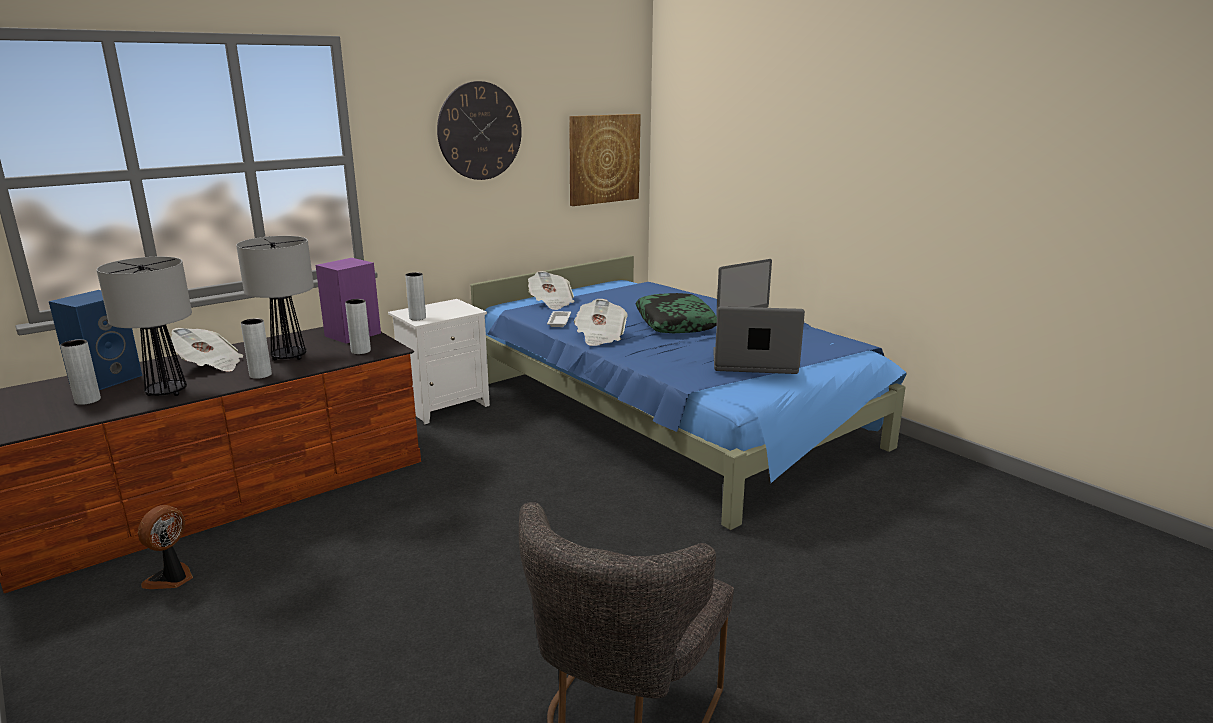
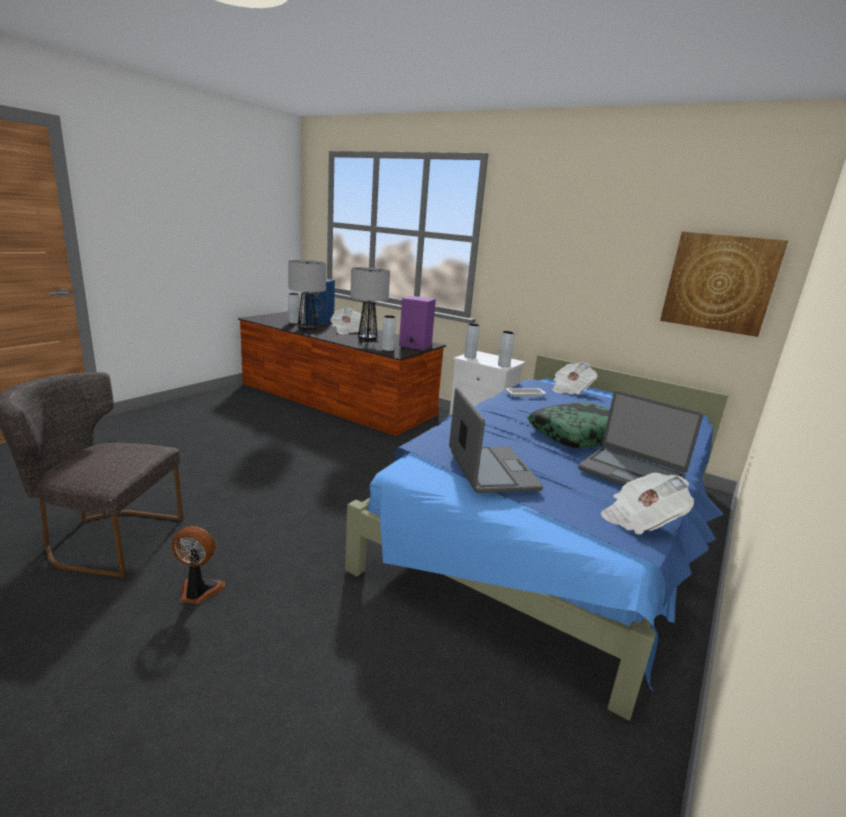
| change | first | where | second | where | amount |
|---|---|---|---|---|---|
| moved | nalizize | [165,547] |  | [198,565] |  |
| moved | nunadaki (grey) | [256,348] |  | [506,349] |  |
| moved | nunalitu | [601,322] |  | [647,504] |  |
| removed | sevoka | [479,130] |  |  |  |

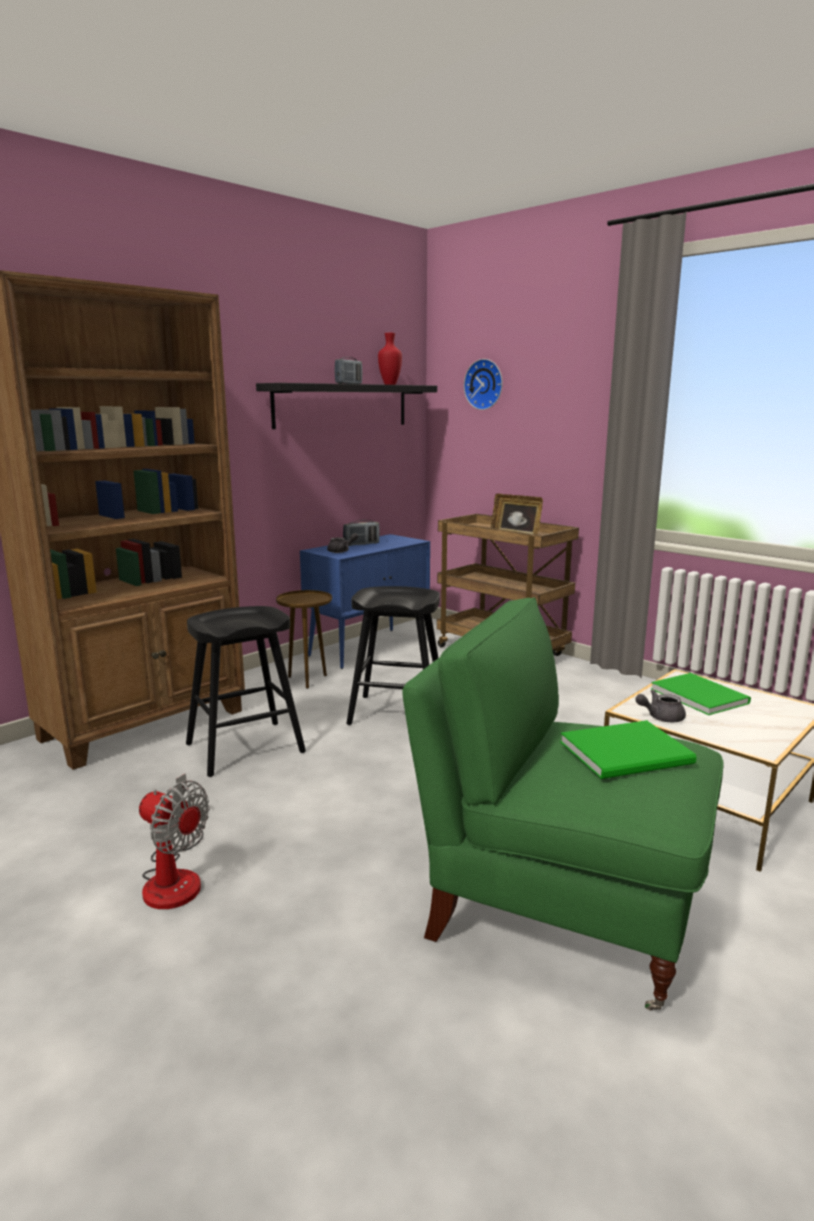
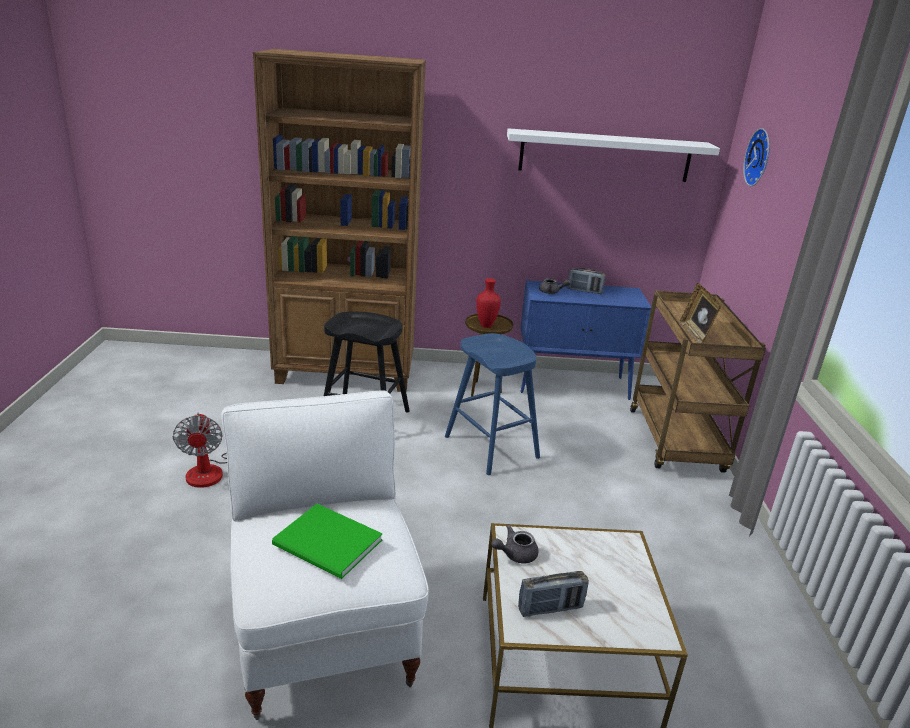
| change | first | where | second | where | amount |
|---|---|---|---|---|---|
| recoloured | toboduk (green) | [563,804] | toboduk (white) | [325,555] |  |
| recoloured | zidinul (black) | [393,655] | zidinul (blue) | [492,404] |  |
| moved | nunadaki (red) | [390,359] |  | [488,303] |  |
| turned | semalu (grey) | [660,706] |  | [514,544] | 60 degrees counterclockwise |
| recoloured | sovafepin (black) | [346,406] | sovafepin (white) | [613,155] |  |
| moved | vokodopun | [348,370] |  | [553,594] |  |
| removed | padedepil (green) | [701,694] |  |  |  |

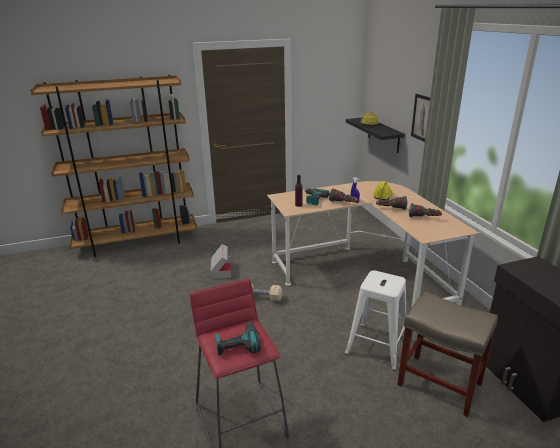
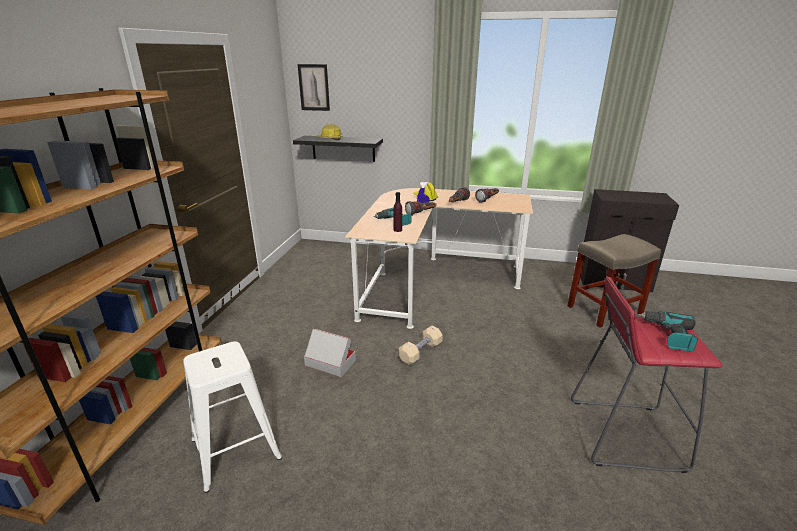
| change | first | where | second | where | amount |
|---|---|---|---|---|---|
| moved | zidinul (white) | [376,320] |  | [232,417] |  |
| moved | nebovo | [420,118] |  | [314,87] |  |

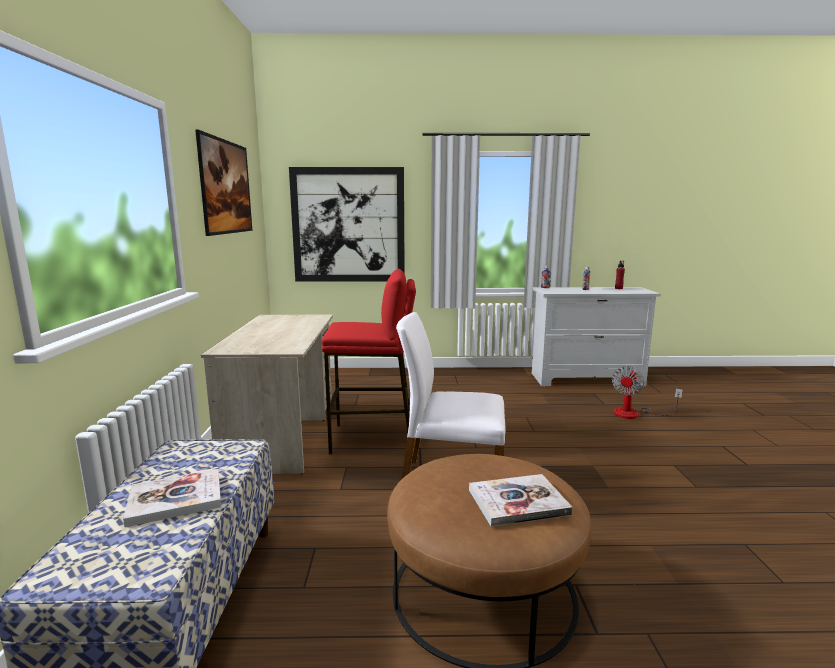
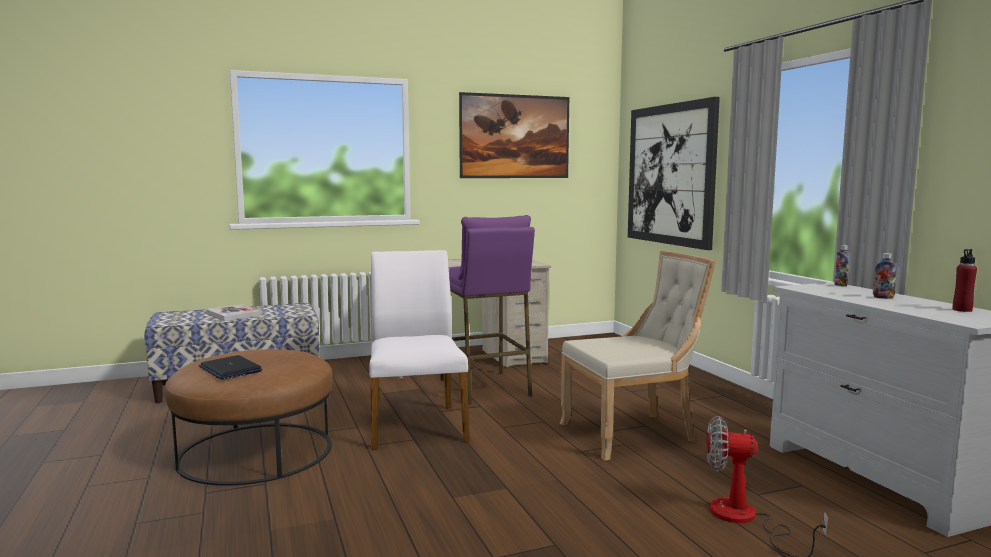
| change | first | where | second | where | amount |
|---|---|---|---|---|---|
| replaced | padedepil | [521,500] | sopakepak | [230,367] |  |
| recoloured | zidinul (red) | [369,361] | zidinul (purple) | [487,310] |  |
| added |  |  | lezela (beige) | [638,356] |  |

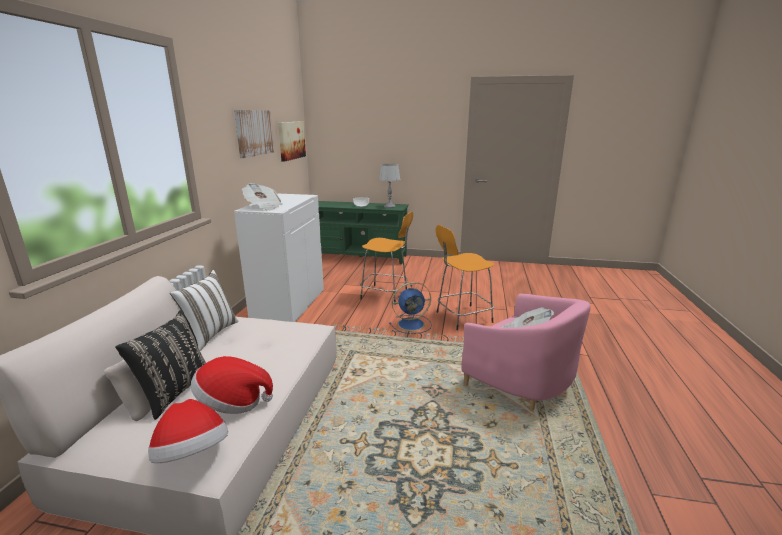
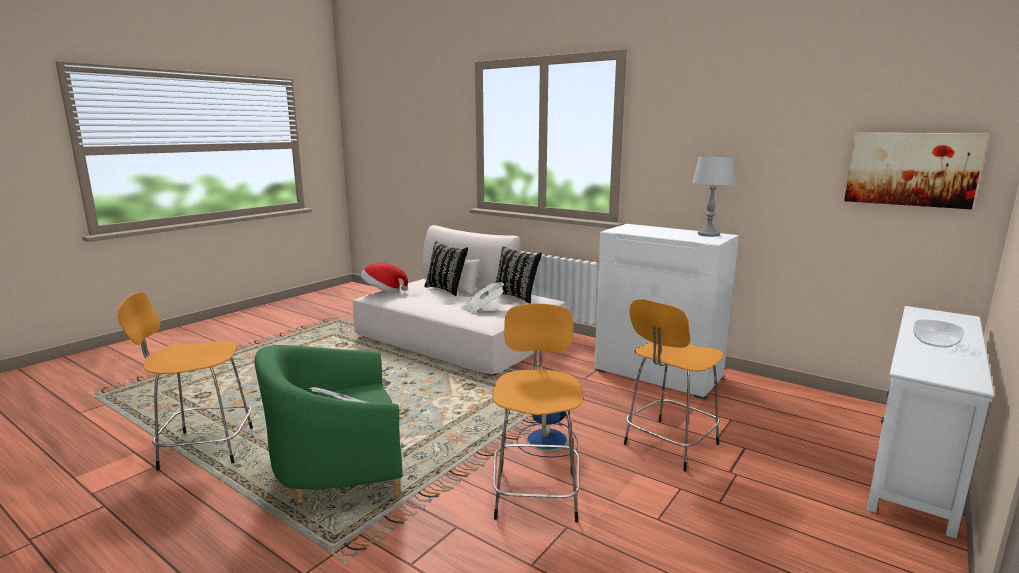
| change | first | where | second | where | amount |
|---|---|---|---|---|---|
| added |  |  | zidinul (orange) | [185,381] |  |
| recoloured | toboduk (pink) | [526,352] | toboduk (green) | [328,424] |  |
| moved | nunalitu | [262,197] |  | [482,297] |  |
| recoloured | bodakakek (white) | [204,310] | bodakakek (black) | [519,274] |  |
| moved | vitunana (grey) | [389,186] |  | [713,196] |  |
| recoloured | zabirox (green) | [363,232] | zabirox (white) | [930,422] |  |
| removed | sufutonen | [232,385] |  |  |  |
| removed | nebovo | [254,134] |  |  |  |

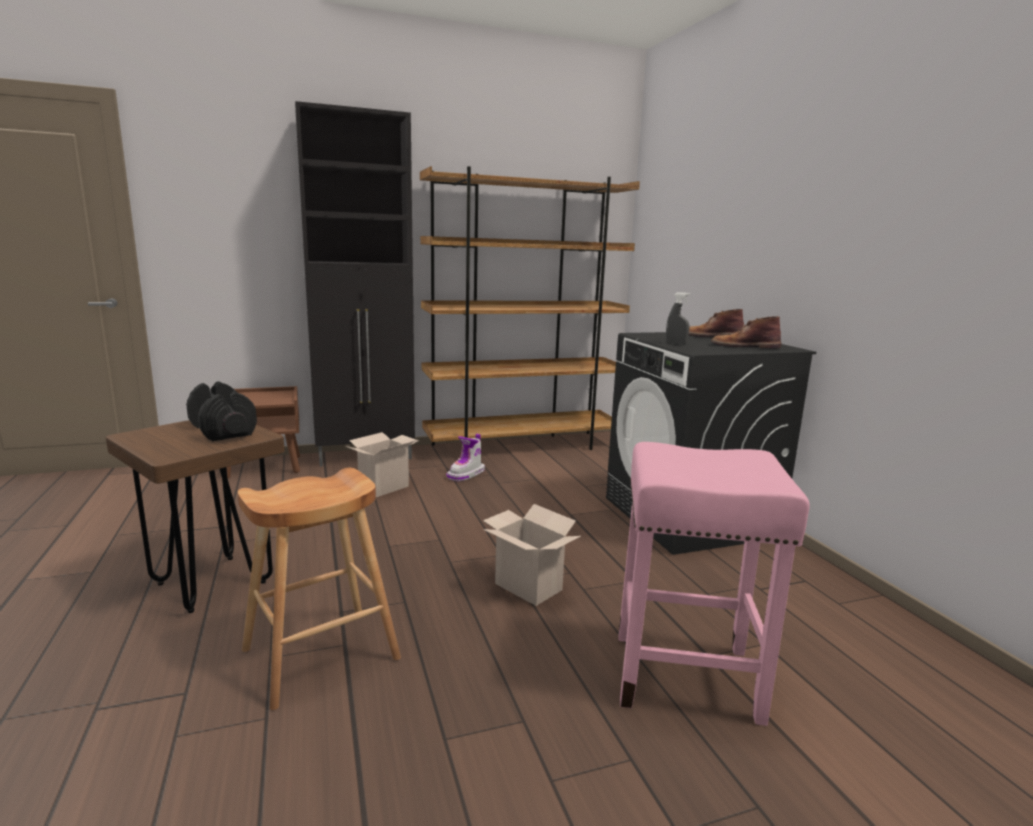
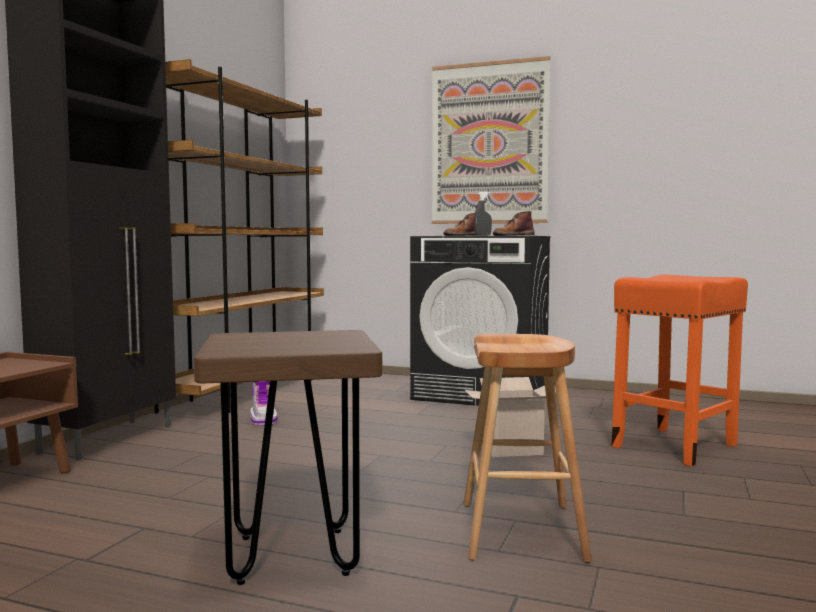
| change | first | where | second | where | amount |
|---|---|---|---|---|---|
| added |  |  | nebovo | [491,140] |  |
| recoloured | zidinul (pink) | [714,584] | zidinul (orange) | [679,370] |  |
| removed | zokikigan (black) | [221,411] |  |  |  |
| removed | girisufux | [382,464] |  |  |  |

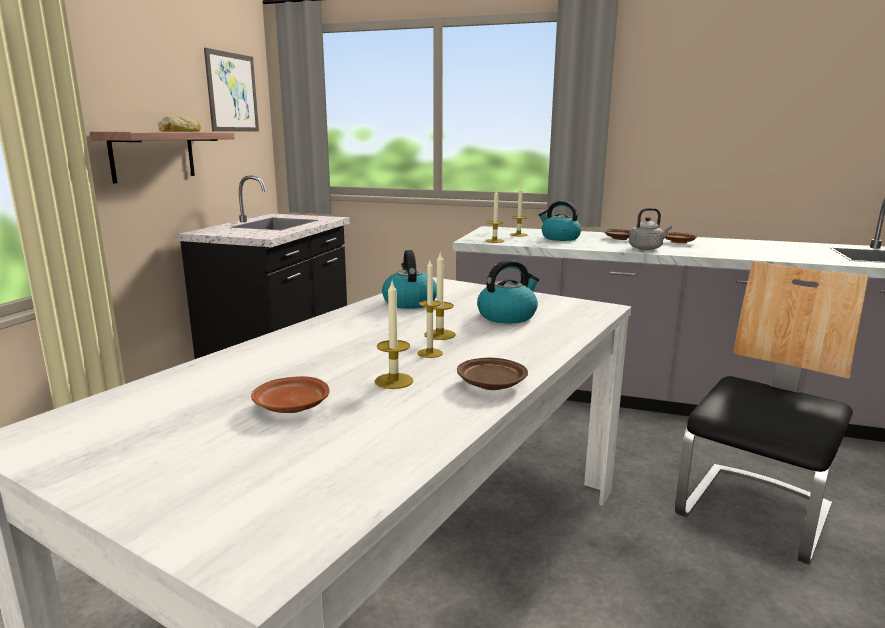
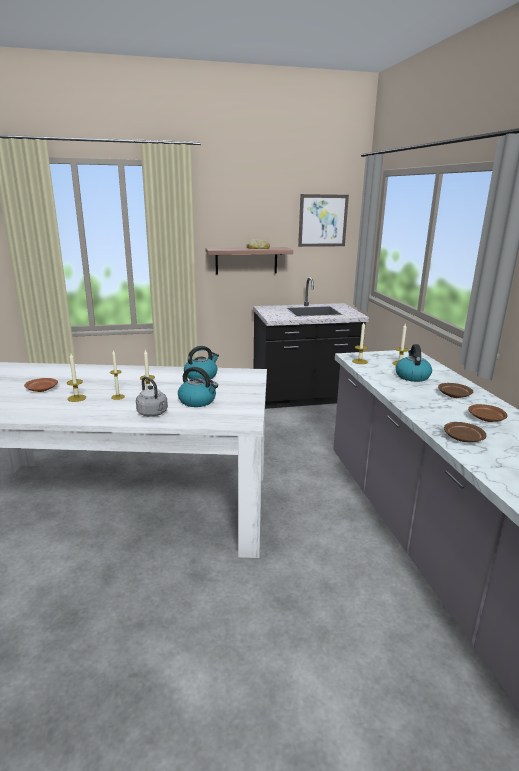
| change | first | where | second | where | amount |
|---|---|---|---|---|---|
| moved | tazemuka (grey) | [650,229] |  | [152,396] |  |
| moved | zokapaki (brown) | [492,374] |  | [465,432] |  |
| removed | lezela | [772,413] |  |  |  |

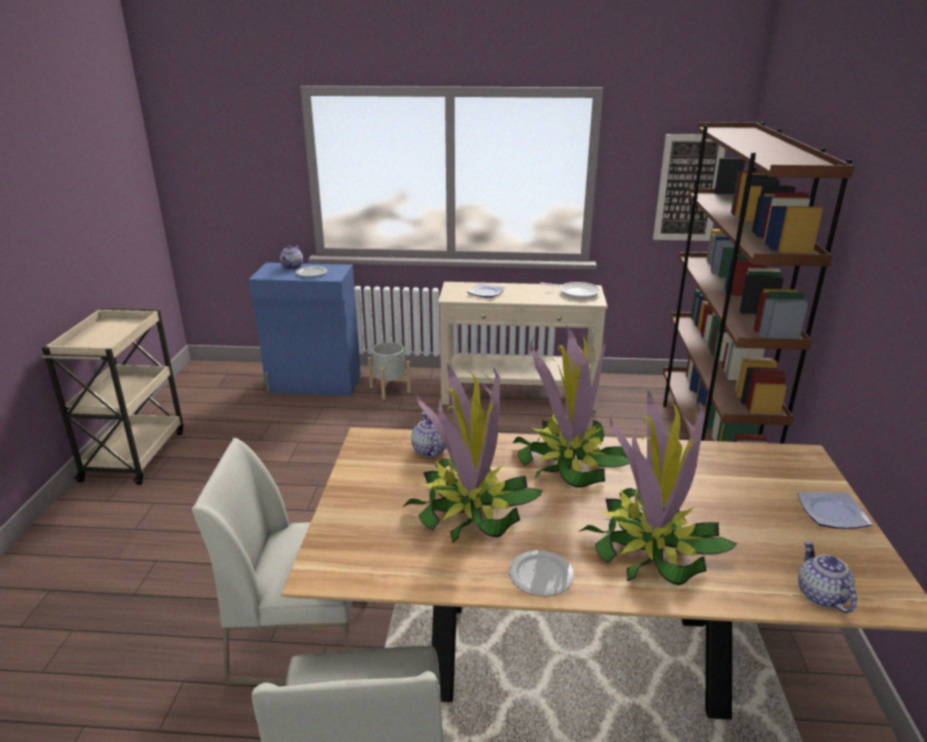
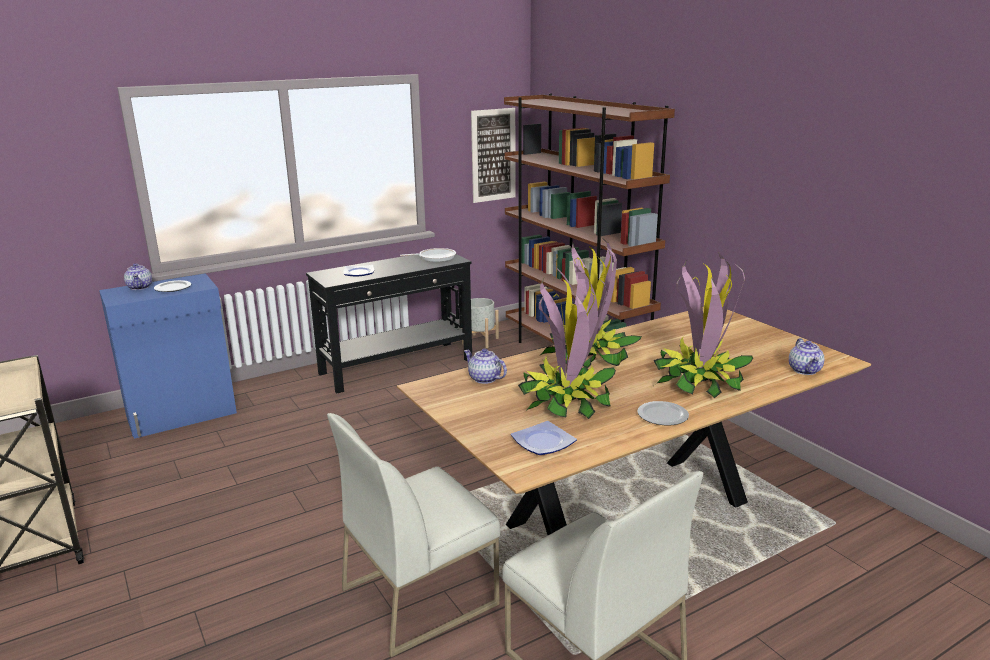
| change | first | where | second | where | amount |
|---|---|---|---|---|---|
| recoloured | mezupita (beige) | [523,346] | mezupita (black) | [389,323] |  |
| moved | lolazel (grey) | [389,371] |  | [480,323] |  |
| moved | zokapaki | [835,510] |  | [544,438] |  |
| turned | semalu | [827,577] |  | [806,356] | 135 degrees counterclockwise |

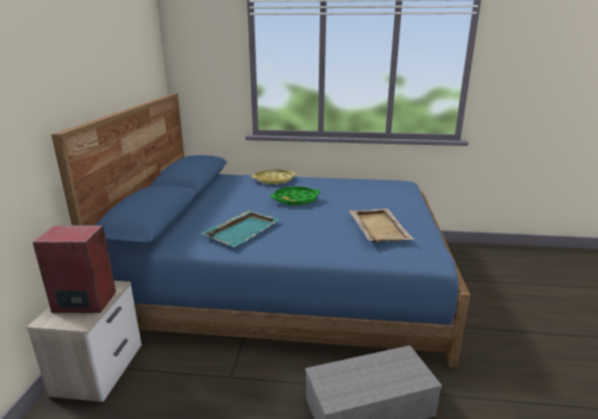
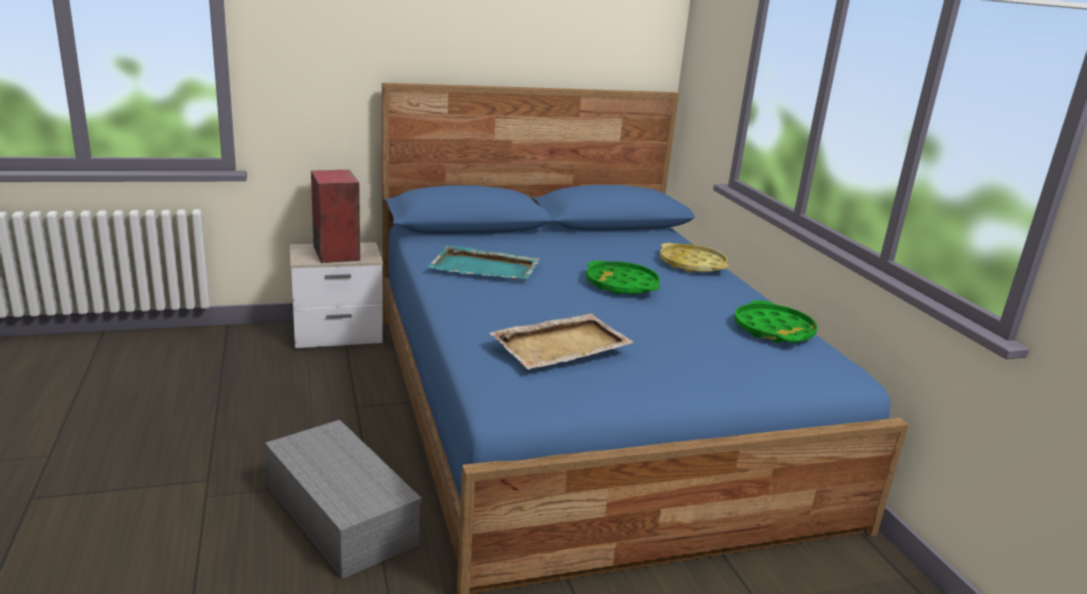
| change | first | where | second | where | amount |
|---|---|---|---|---|---|
| added |  |  | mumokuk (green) | [775,321] |  |

